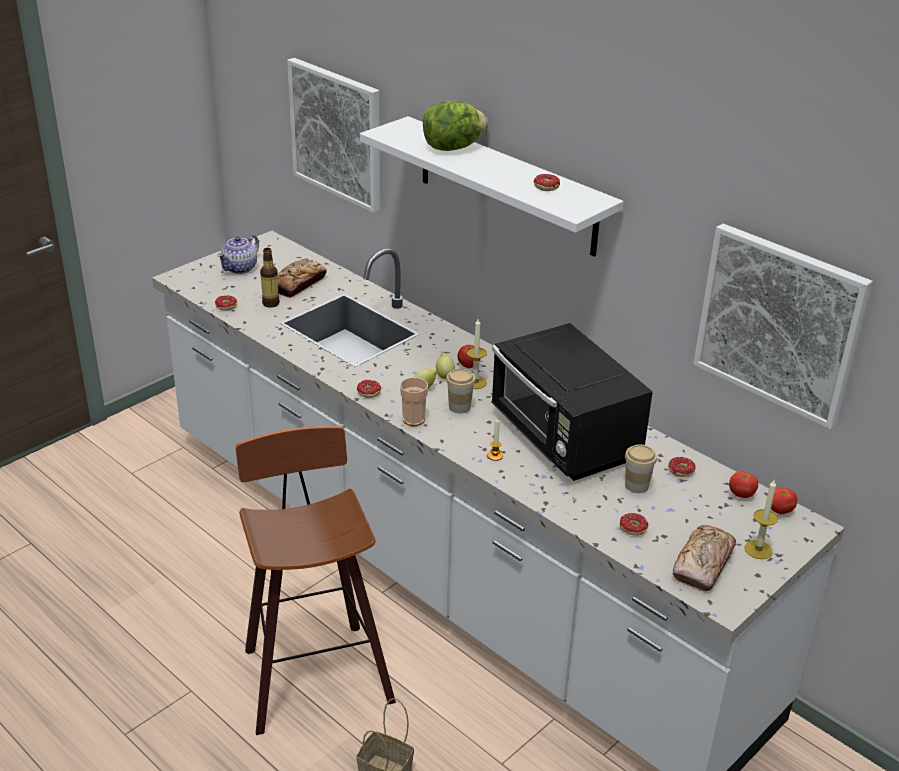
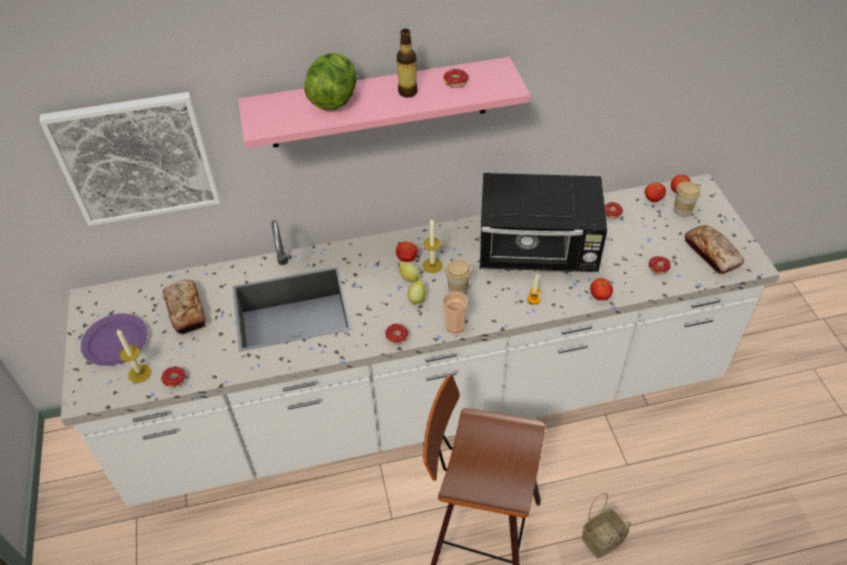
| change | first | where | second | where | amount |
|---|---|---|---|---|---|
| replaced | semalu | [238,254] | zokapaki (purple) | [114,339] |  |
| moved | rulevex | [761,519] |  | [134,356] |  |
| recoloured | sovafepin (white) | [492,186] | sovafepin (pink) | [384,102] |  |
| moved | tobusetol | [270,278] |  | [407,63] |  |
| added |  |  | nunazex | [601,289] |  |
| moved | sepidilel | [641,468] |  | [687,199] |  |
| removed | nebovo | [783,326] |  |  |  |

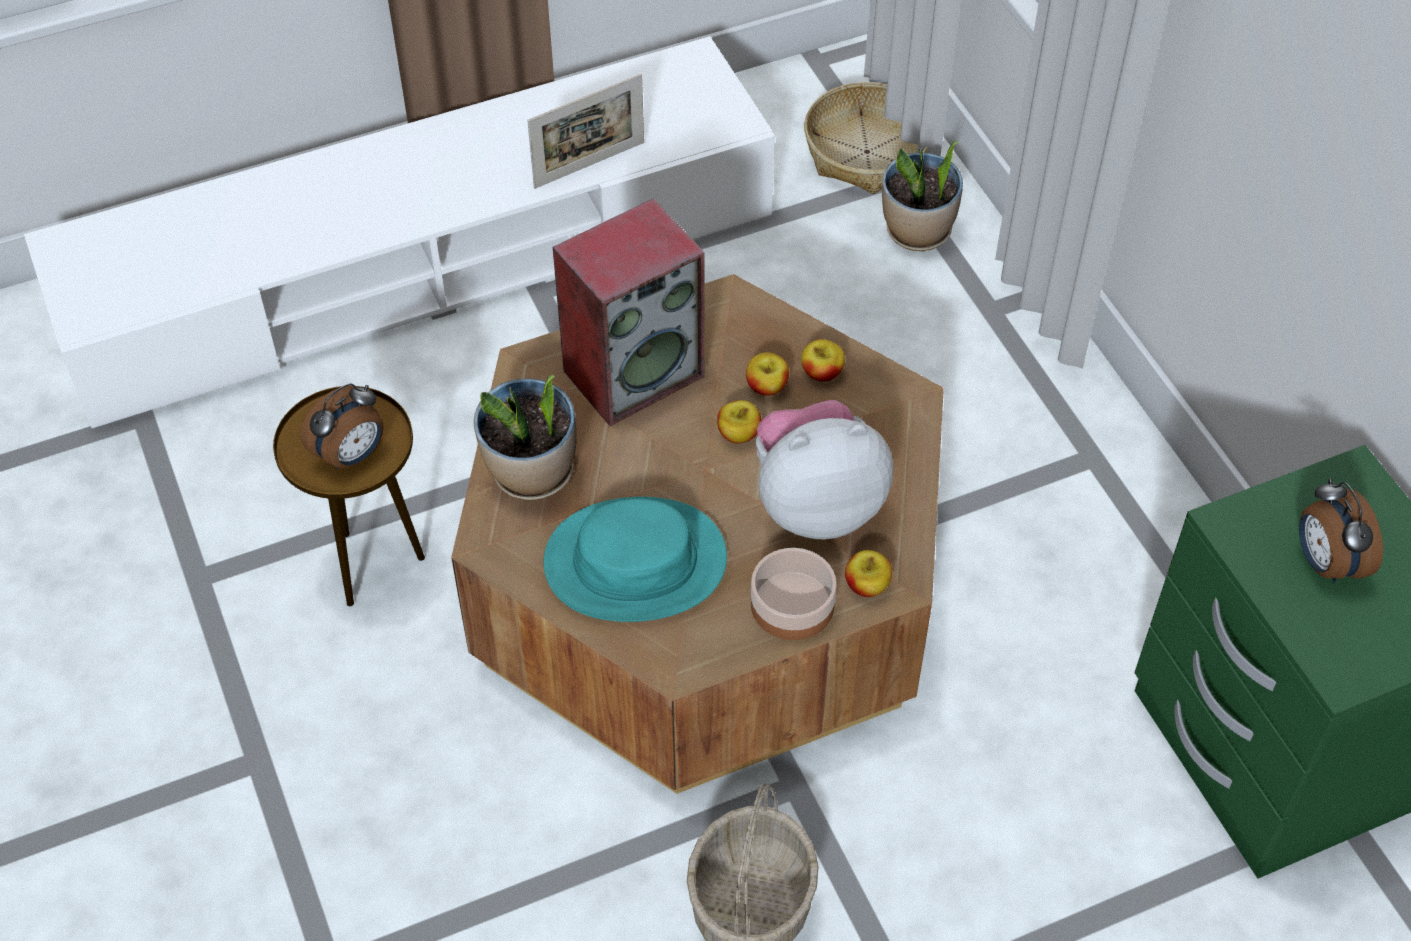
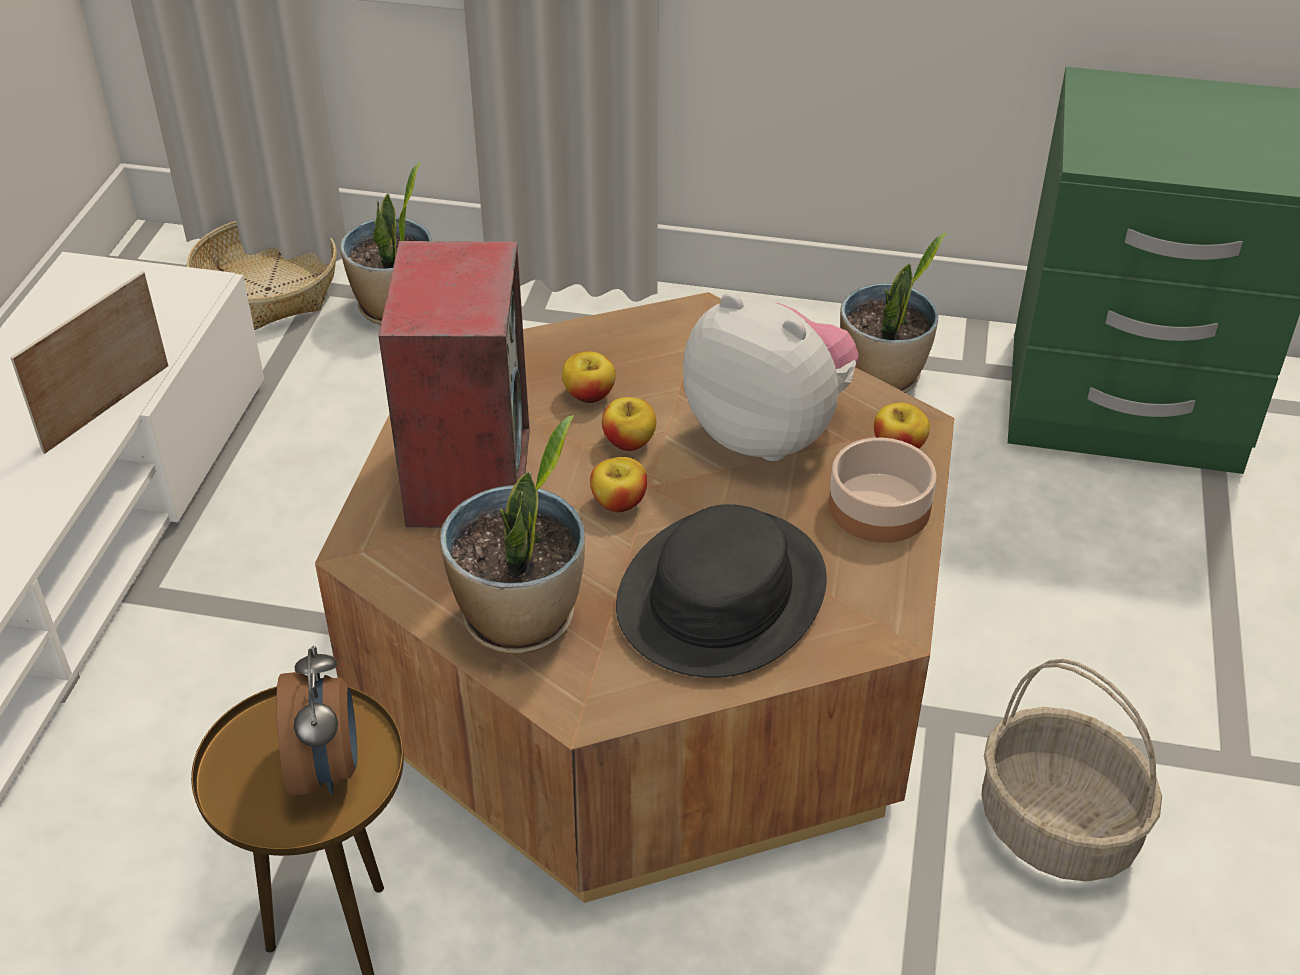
| change | first | where | second | where | amount |
|---|---|---|---|---|---|
| turned | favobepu | [585,131] |  | [89,362] | 150 degrees counterclockwise |
| moved | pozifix | [823,360] |  | [618,484] |  |
| recoloured | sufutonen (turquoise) | [635,559] | sufutonen (black) | [721,591] |  |
| turned | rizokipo | [824,469] |  | [771,377] | 105 degrees clockwise |
| added |  |  | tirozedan | [893,313] |  |
| removed | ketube | [1341,531] |  |  |  |

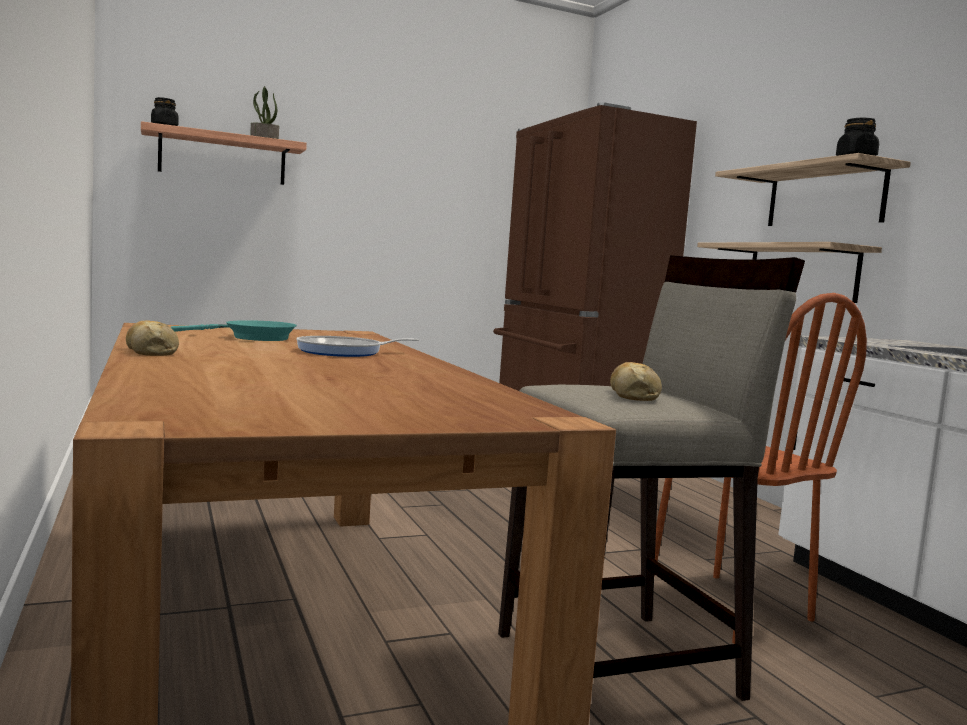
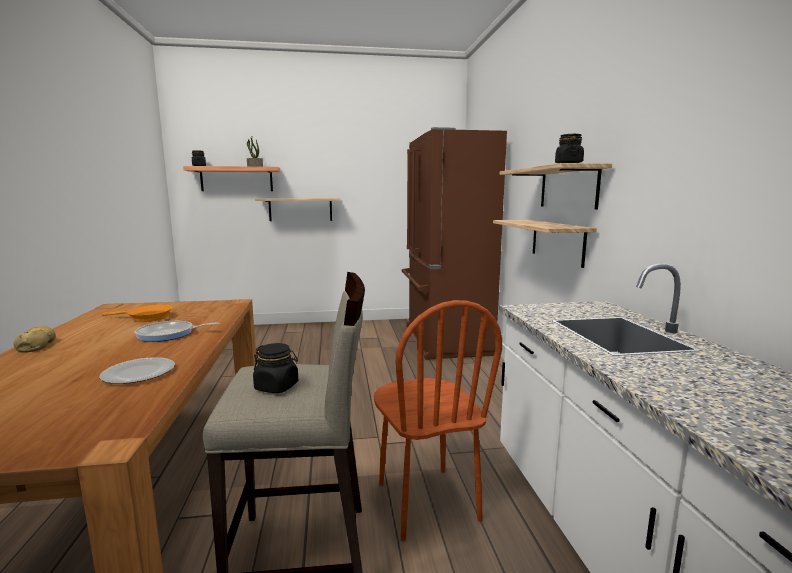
| change | first | where | second | where | amount |
|---|---|---|---|---|---|
| added |  |  | zokapaki | [137,370] |  |
| recoloured | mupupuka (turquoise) | [234,330] | mupupuka (orange) | [137,313] |  |
| replaced | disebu | [636,381] | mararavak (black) | [275,368] |  |
| added |  |  | sovafepin | [297,209] |  |

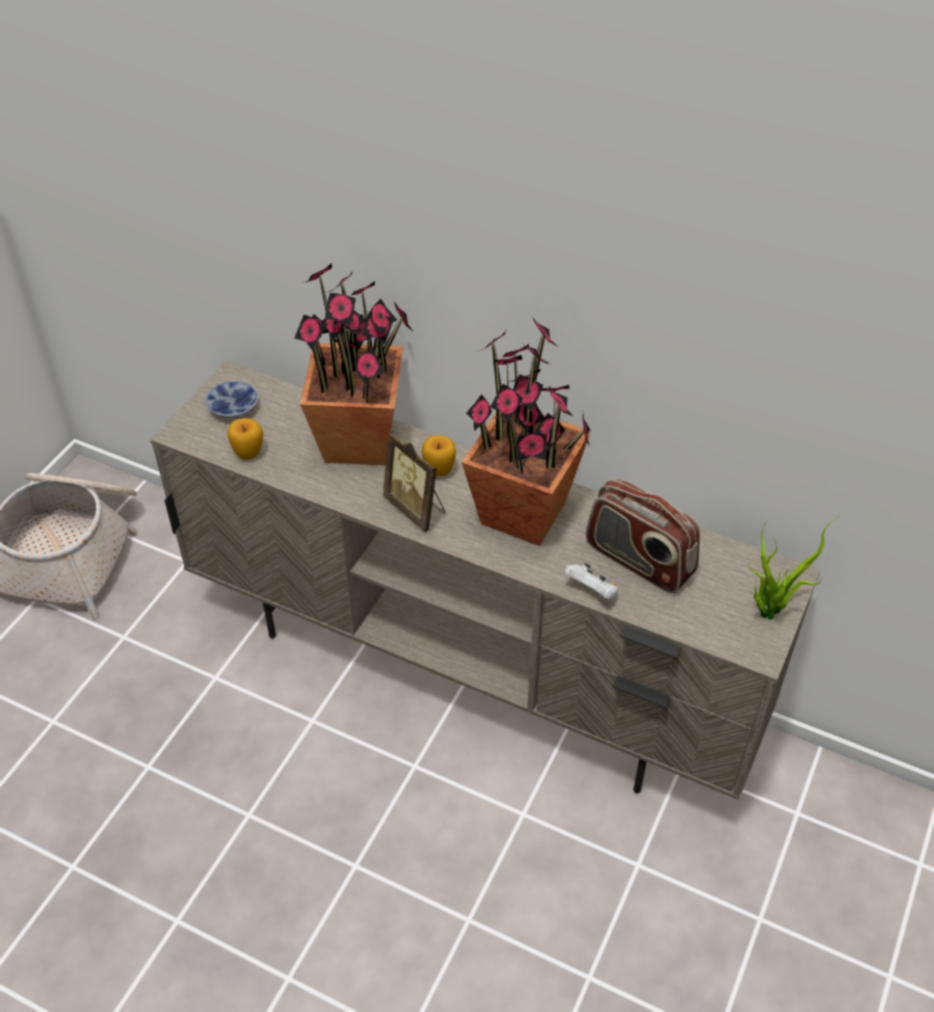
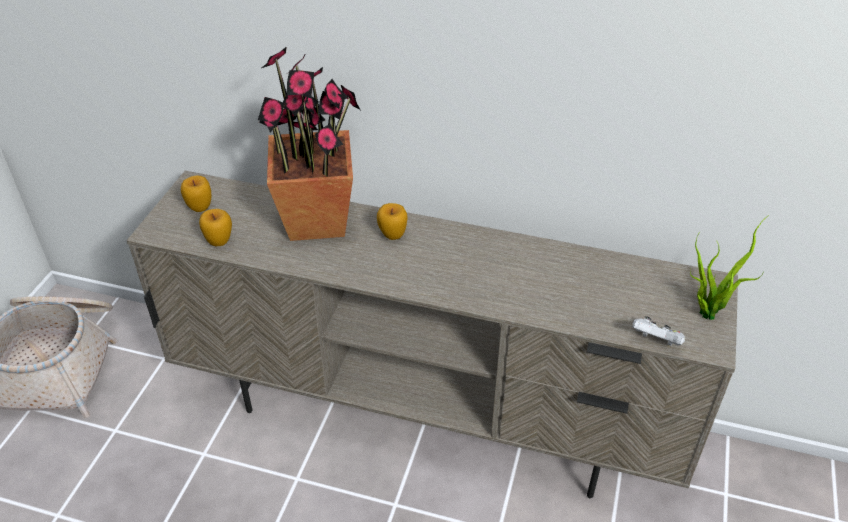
| change | first | where | second | where | amount |
|---|---|---|---|---|---|
| replaced | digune | [232,399] | pozifix | [196,193] |  |
| moved | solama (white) | [591,581] |  | [658,331] |  |
| removed | favobepu | [414,481] |  |  |  |
| removed | tirozedan | [526,431] |  |  |  |
| removed | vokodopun | [643,536] |  |  |  |

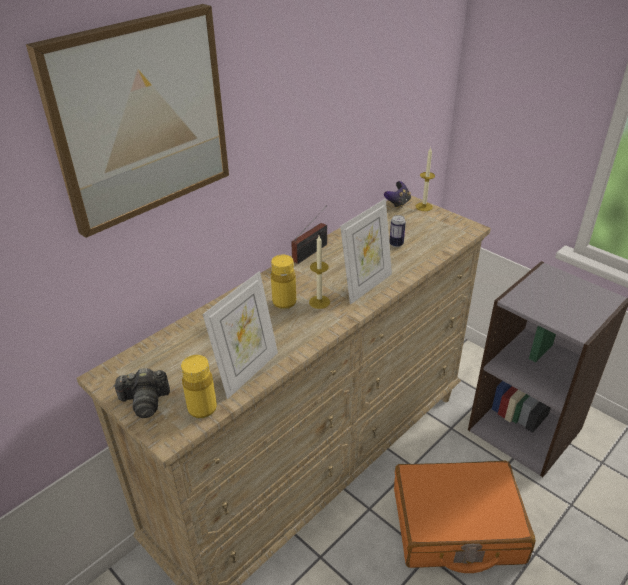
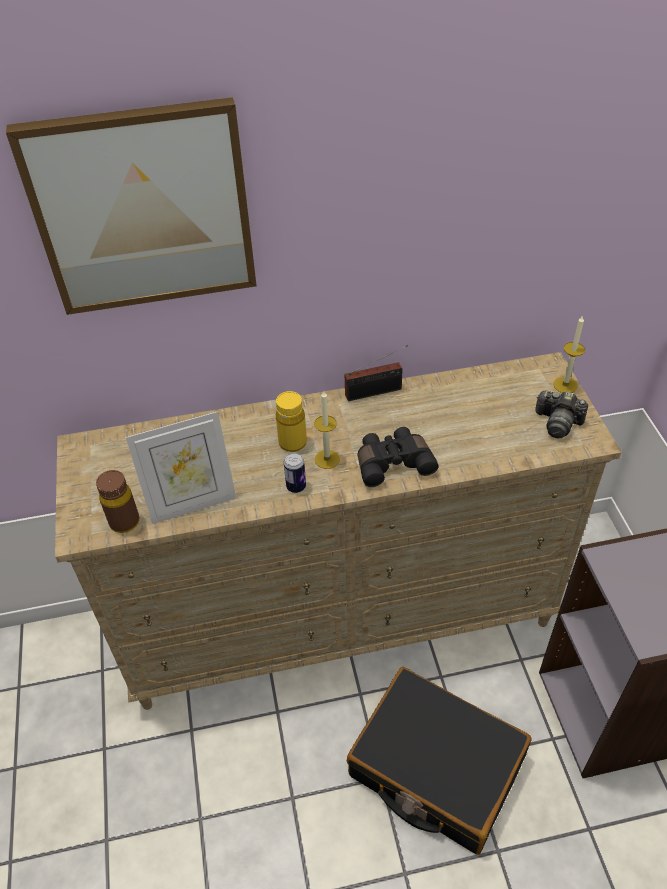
| change | first | where | second | where | amount |
|---|---|---|---|---|---|
| recoloured | tobusetol (yellow) | [199,386] | tobusetol (brown) | [118,501] |  |
| moved | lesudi | [397,231] |  | [295,473] |  |
| recoloured | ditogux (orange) | [465,517] | ditogux (black) | [439,761] |  |
| replaced | favobepu | [366,252] | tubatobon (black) | [398,457] |  |
| moved | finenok | [141,393] |  | [561,414] |  |
| removed | solama | [397,195] |  |  |  |

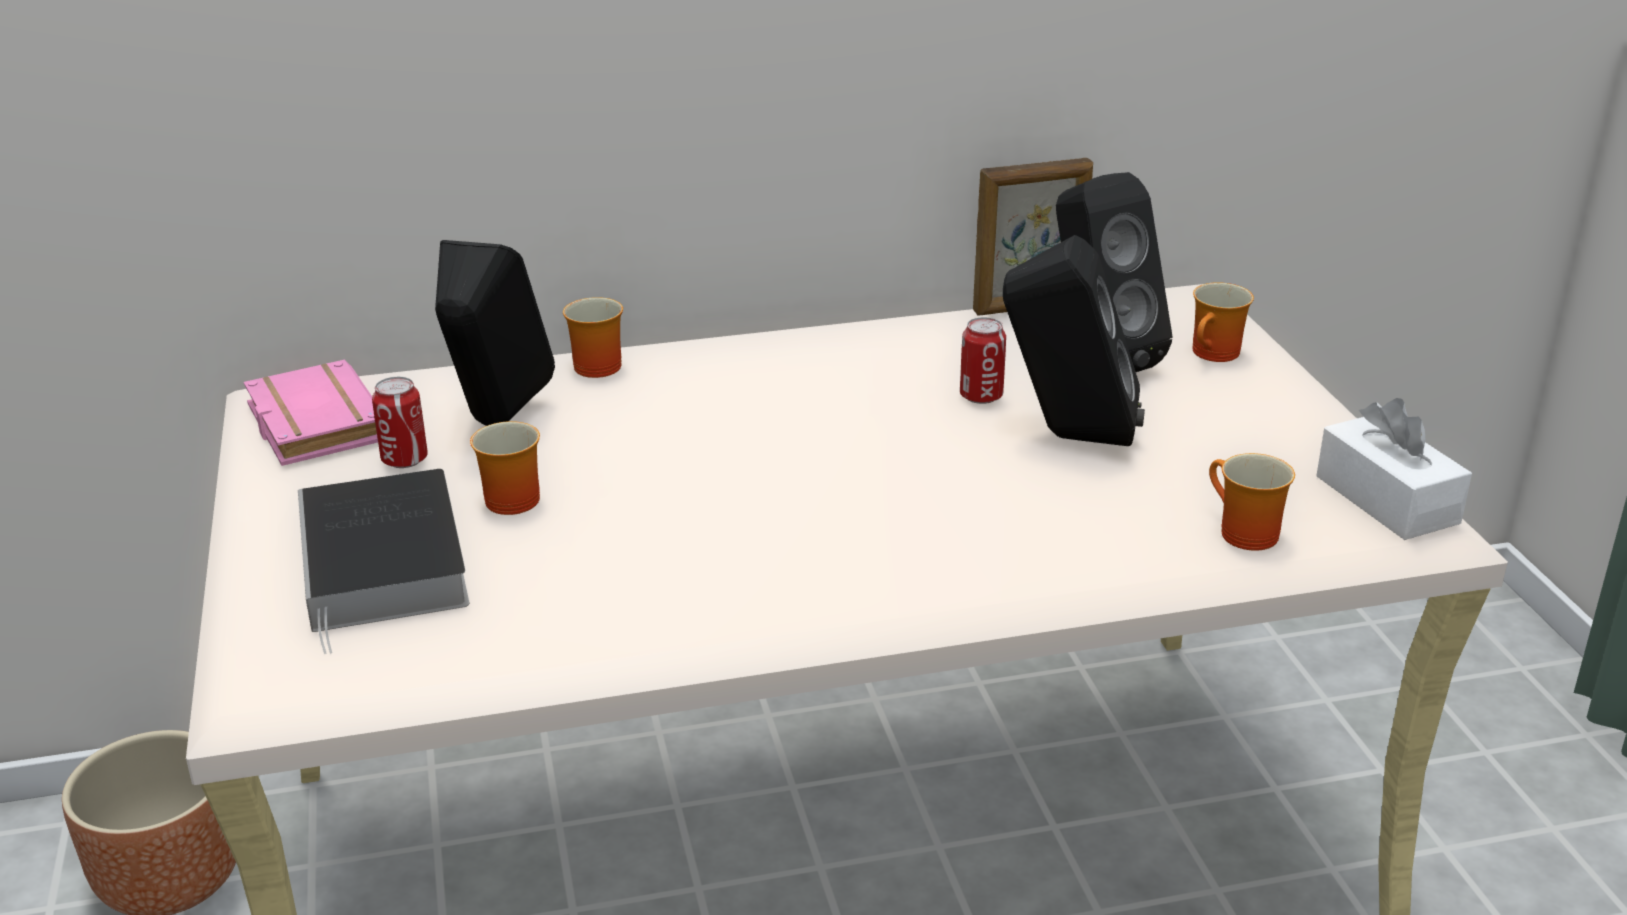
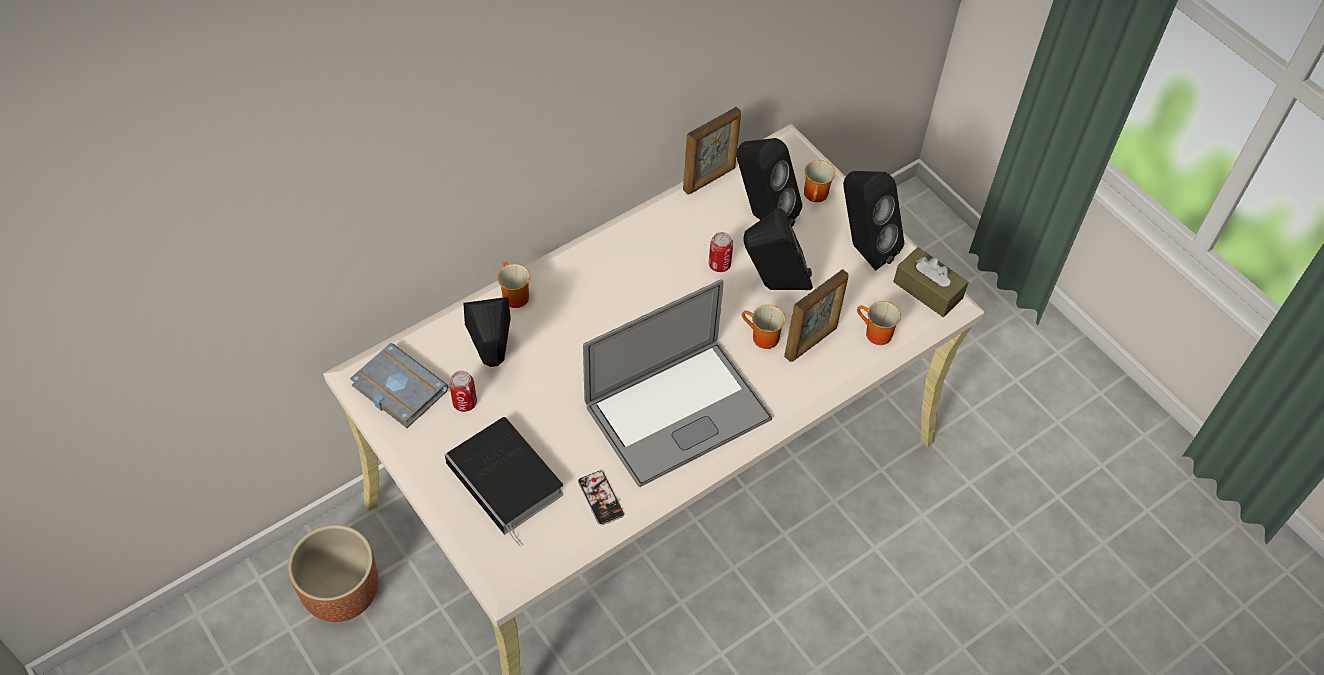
| change | first | where | second | where | amount |
|---|---|---|---|---|---|
| recoloured | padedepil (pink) | [311,413] | padedepil (grey) | [399,385] |  |
| added |  |  | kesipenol | [601,498] |  |
| added |  |  | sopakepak | [677,383] |  |
| moved | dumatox | [505,468] |  | [763,327] |  |
| added |  |  | favobepu | [816,316] |  |
| added |  |  | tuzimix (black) | [873,221] |  |
| recoloured | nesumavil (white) | [1394,469] | nesumavil (brown) | [931,282] |  |

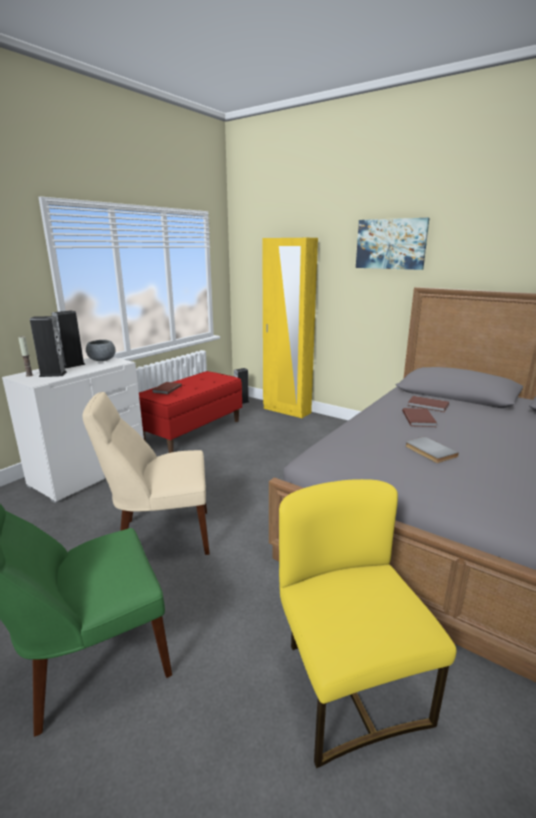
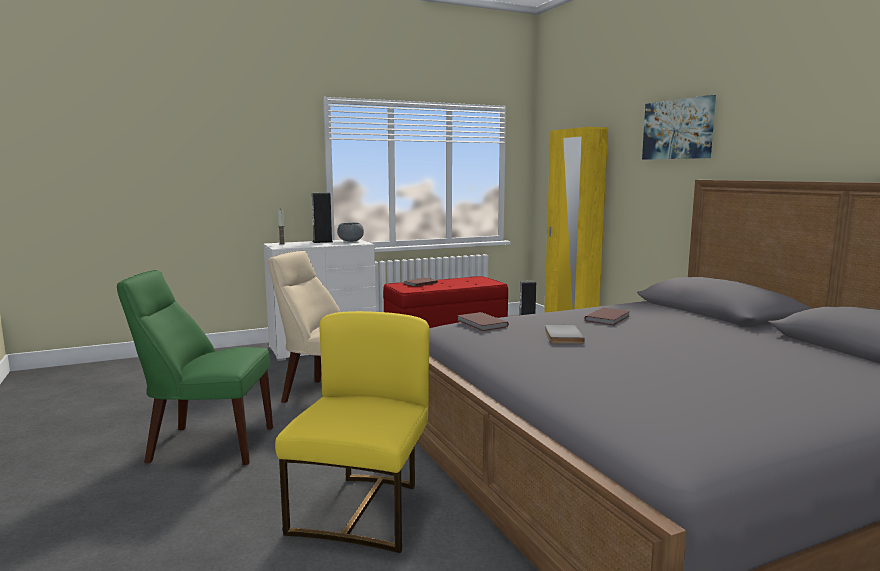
| change | first | where | second | where | amount |
|---|---|---|---|---|---|
| moved | padedepil (brown) | [428,404] |  | [483,321] |  |
| removed | tuzimix | [48,346] |  |  |  |

